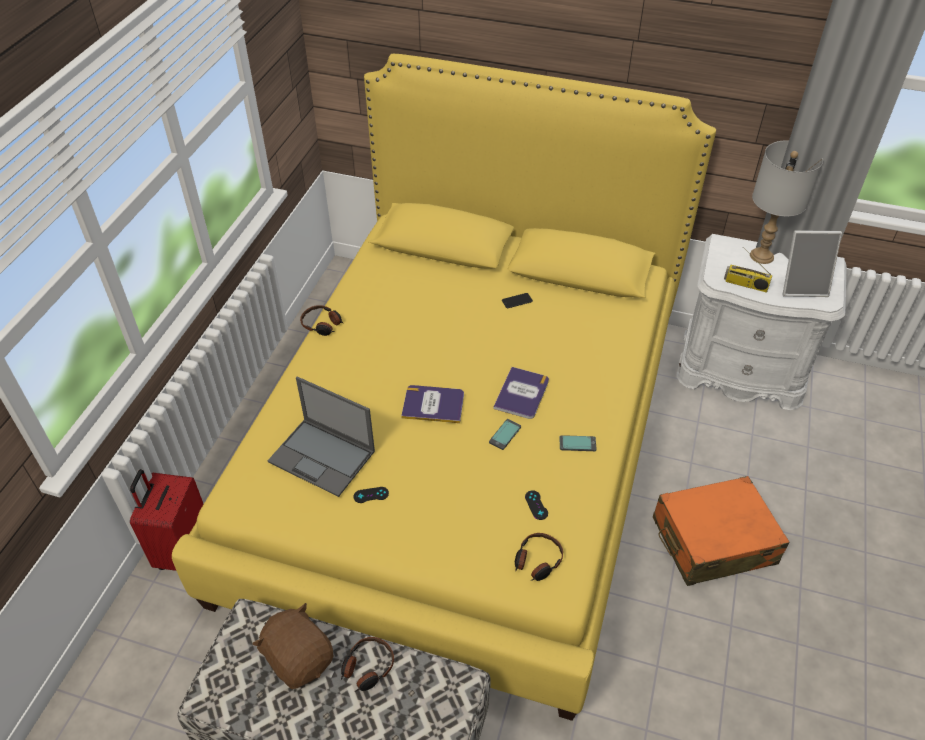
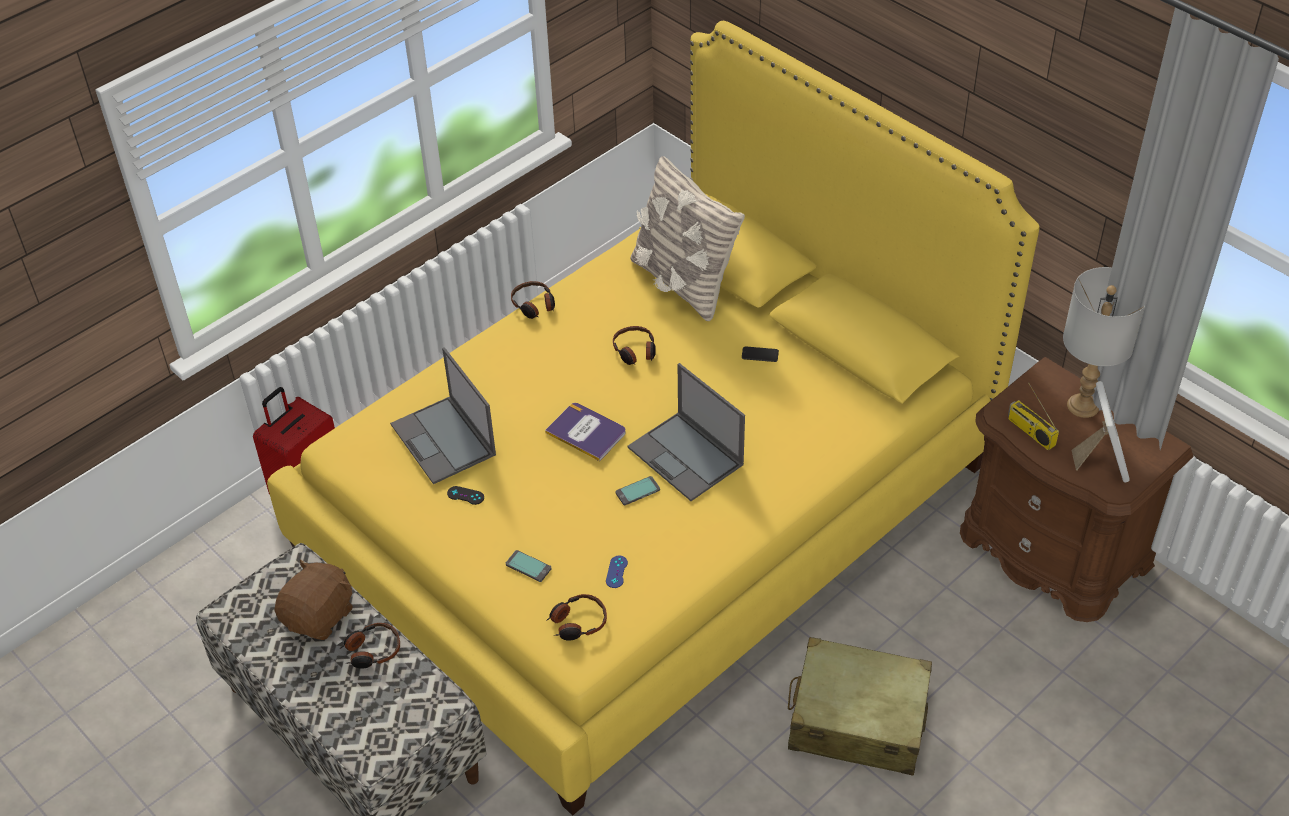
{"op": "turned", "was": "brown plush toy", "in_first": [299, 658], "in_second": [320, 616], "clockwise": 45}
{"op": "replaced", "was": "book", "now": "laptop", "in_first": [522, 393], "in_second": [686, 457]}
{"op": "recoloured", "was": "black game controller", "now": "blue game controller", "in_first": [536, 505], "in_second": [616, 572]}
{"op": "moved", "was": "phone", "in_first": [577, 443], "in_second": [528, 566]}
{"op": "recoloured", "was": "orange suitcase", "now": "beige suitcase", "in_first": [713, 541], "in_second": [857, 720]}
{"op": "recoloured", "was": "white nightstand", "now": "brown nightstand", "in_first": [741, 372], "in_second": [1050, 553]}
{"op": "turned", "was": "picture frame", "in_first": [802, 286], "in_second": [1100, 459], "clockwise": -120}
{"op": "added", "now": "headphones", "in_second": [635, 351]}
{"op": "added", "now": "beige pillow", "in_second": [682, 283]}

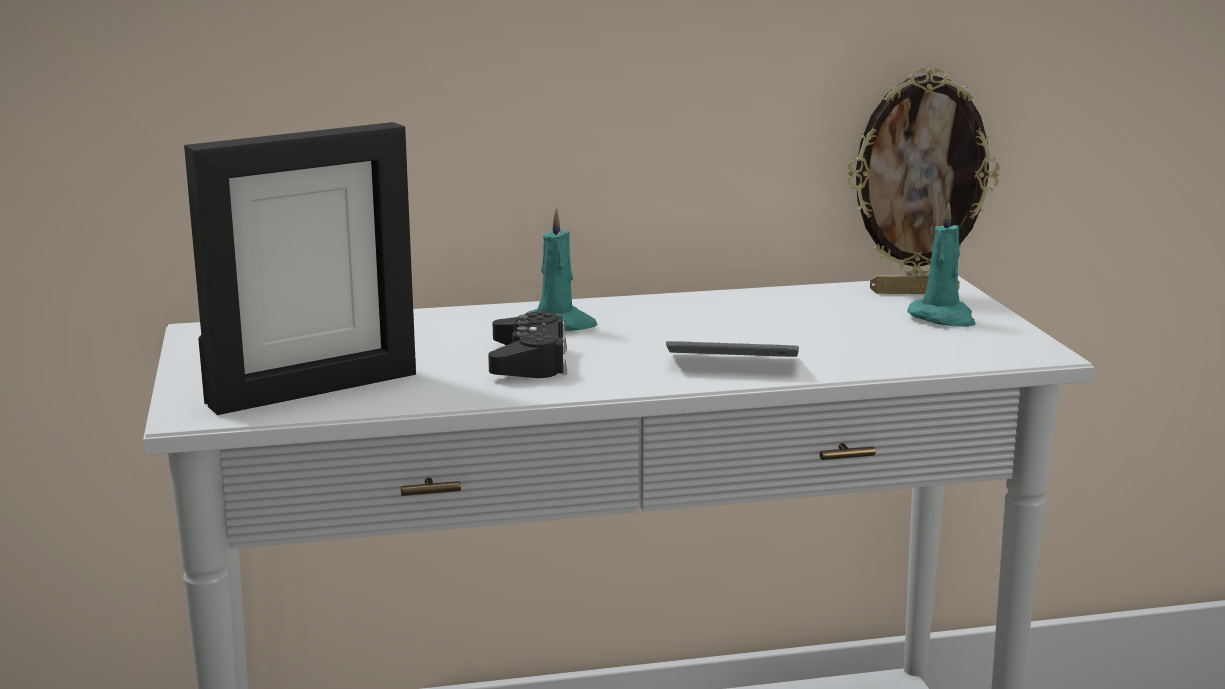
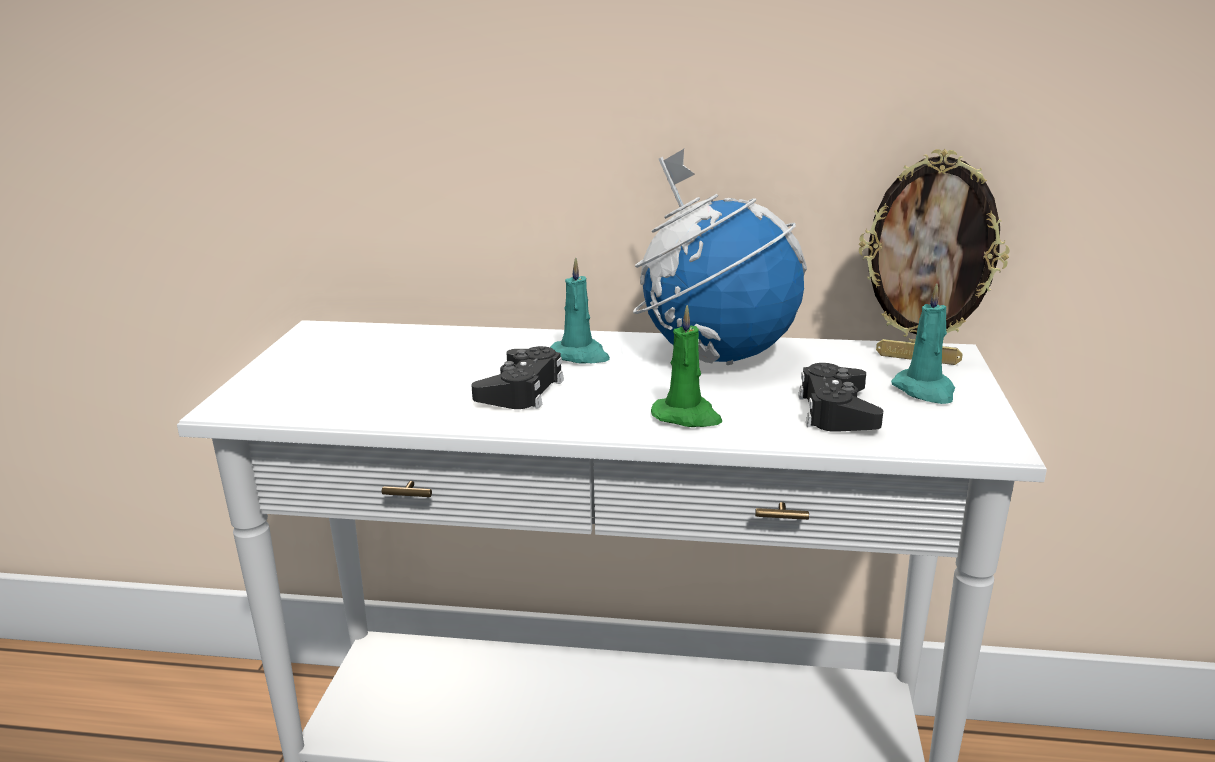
{"op": "removed", "was": "picture frame", "in_first": [312, 388]}
{"op": "replaced", "was": "phone", "now": "green candle", "in_first": [732, 364], "in_second": [687, 416]}
{"op": "added", "now": "globe", "in_second": [716, 355]}
{"op": "added", "now": "black game controller", "in_second": [837, 411]}

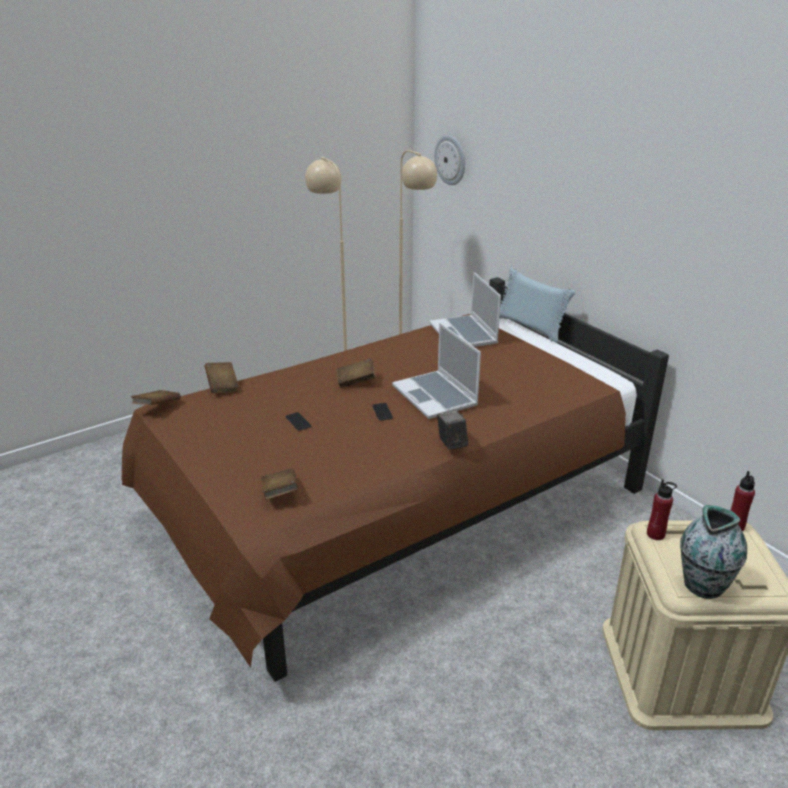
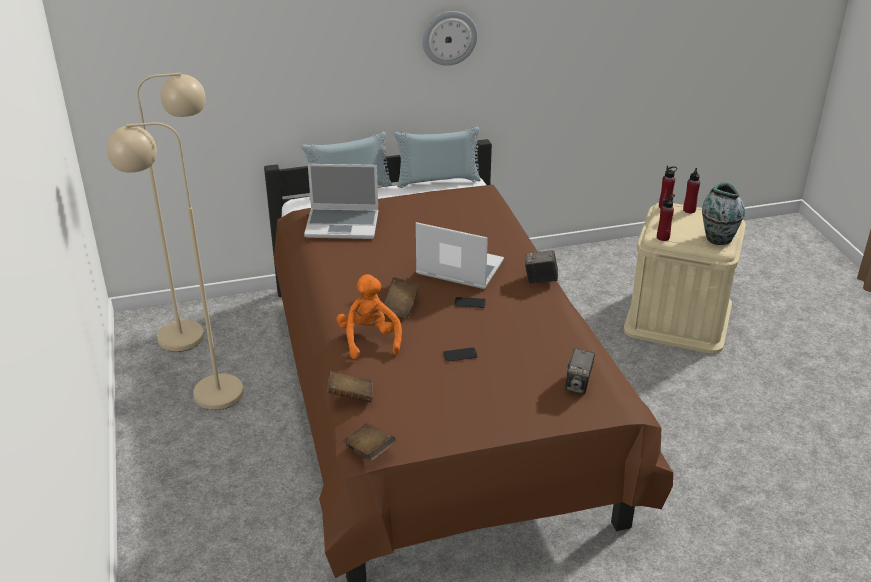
{"op": "replaced", "was": "brown book", "now": "photo camera", "in_first": [280, 493], "in_second": [578, 384]}
{"op": "turned", "was": "laptop", "in_first": [436, 396], "in_second": [458, 268], "clockwise": -150}
{"op": "moved", "was": "wall clock", "in_first": [450, 160], "in_second": [449, 37]}
{"op": "added", "now": "orange plush toy", "in_second": [369, 339]}
{"op": "added", "now": "blue pillow", "in_second": [438, 180]}
{"op": "added", "now": "red bottle", "in_second": [689, 210]}

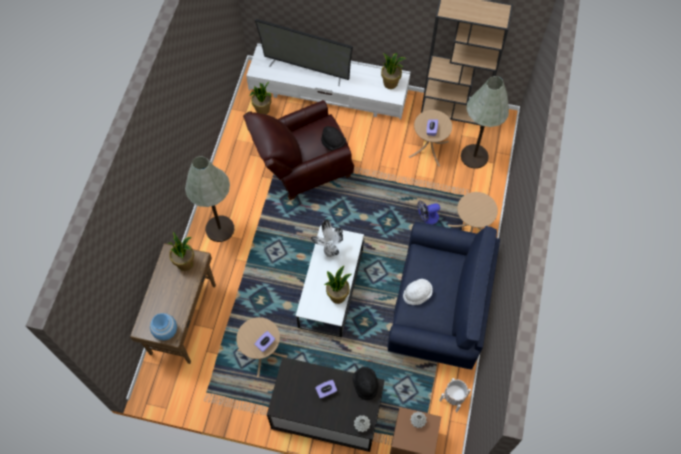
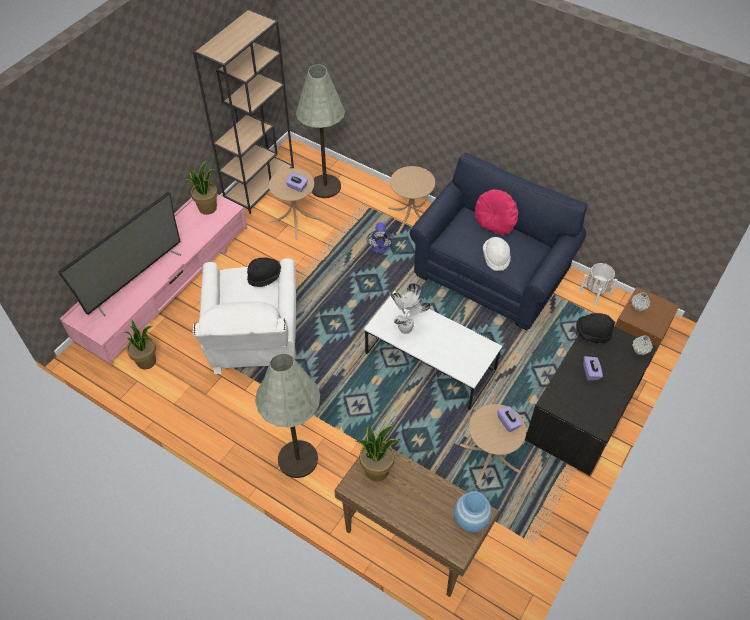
{"op": "recoloured", "was": "brown armchair", "now": "white armchair", "in_first": [302, 167], "in_second": [254, 343]}
{"op": "recoloured", "was": "white tv stand", "now": "pink tv stand", "in_first": [329, 92], "in_second": [164, 285]}
{"op": "removed", "was": "potted plant", "in_first": [337, 295]}
{"op": "added", "now": "pink pillow", "in_second": [494, 226]}

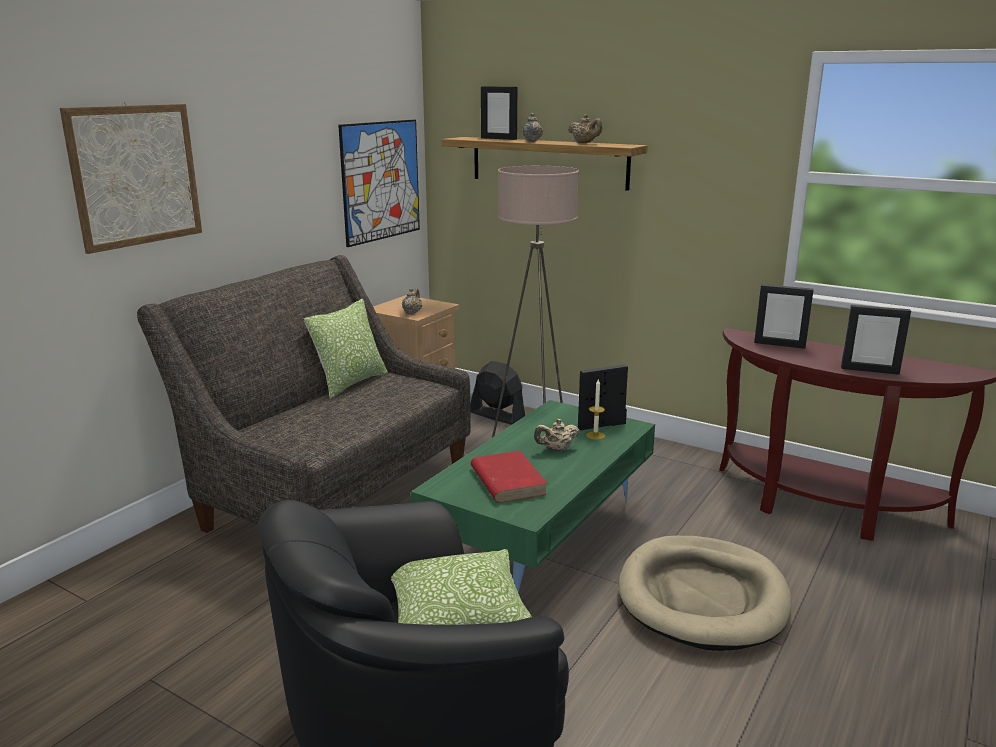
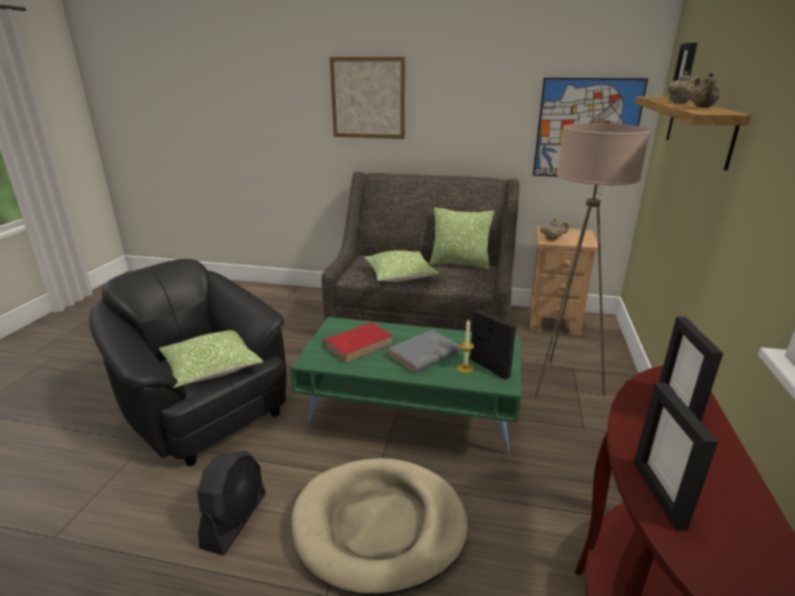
{"op": "moved", "was": "black fan", "in_first": [497, 415], "in_second": [235, 519]}
{"op": "replaced", "was": "beige teapot", "now": "grey book", "in_first": [556, 450], "in_second": [423, 355]}
{"op": "added", "now": "pillow", "in_second": [400, 275]}

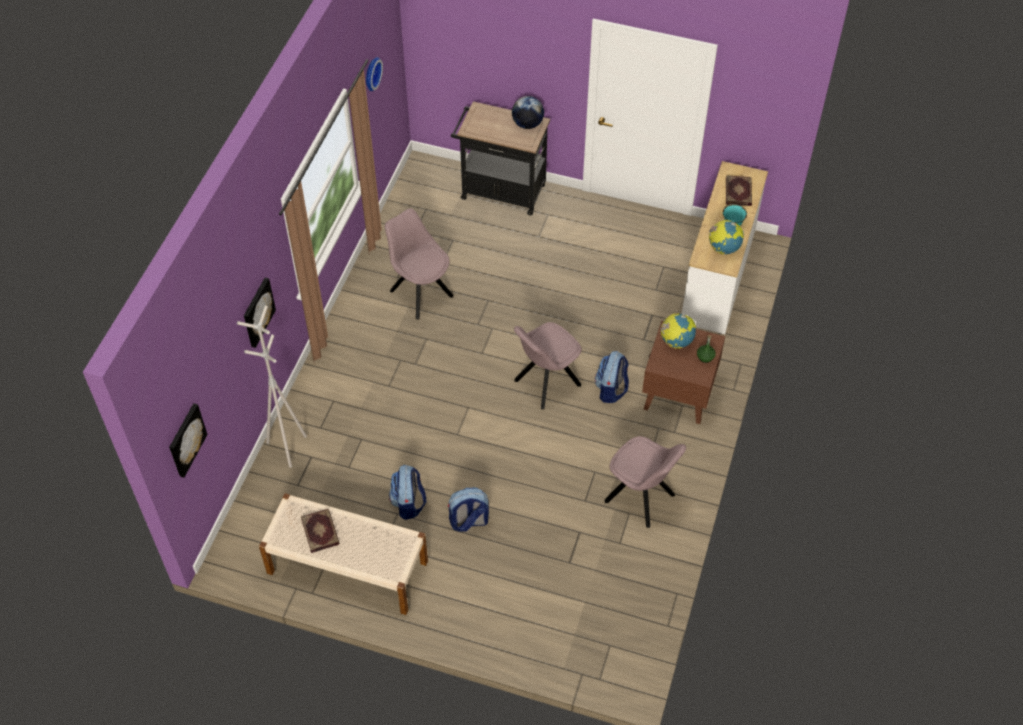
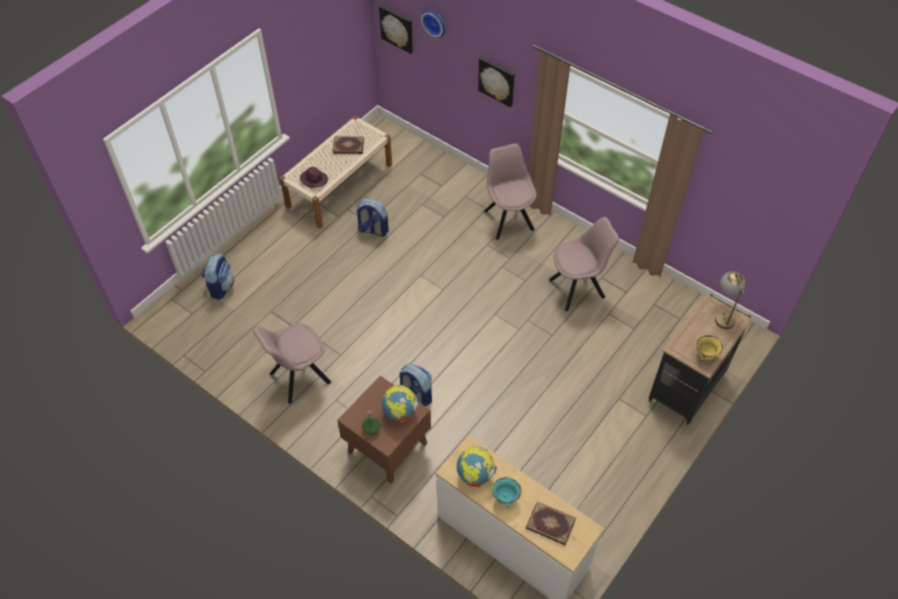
{"op": "removed", "was": "grey clothes rack", "in_first": [288, 448]}
{"op": "moved", "was": "wall clock", "in_first": [371, 73], "in_second": [435, 22]}
{"op": "moved", "was": "backpack", "in_first": [468, 521], "in_second": [221, 287]}
{"op": "replaced", "was": "globe", "now": "yellow bowl", "in_first": [527, 124], "in_second": [705, 355]}
{"op": "moved", "was": "pink chair", "in_first": [546, 382], "in_second": [508, 220]}
{"op": "added", "now": "purple hat", "in_second": [313, 179]}
{"op": "added", "now": "table lamp", "in_second": [722, 315]}

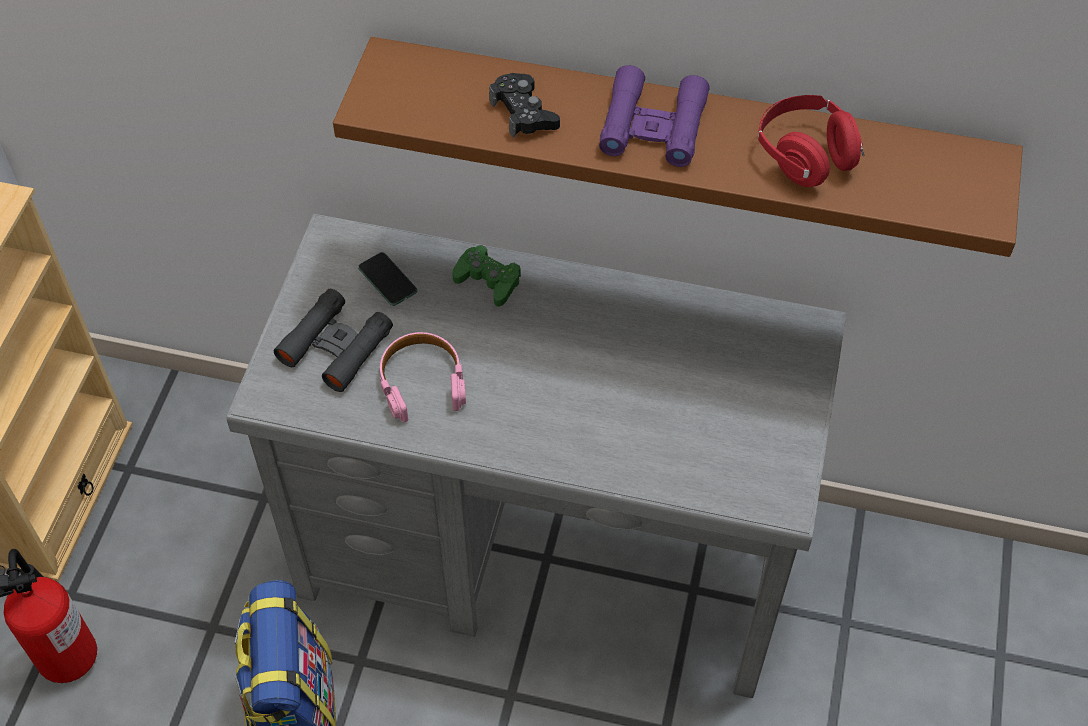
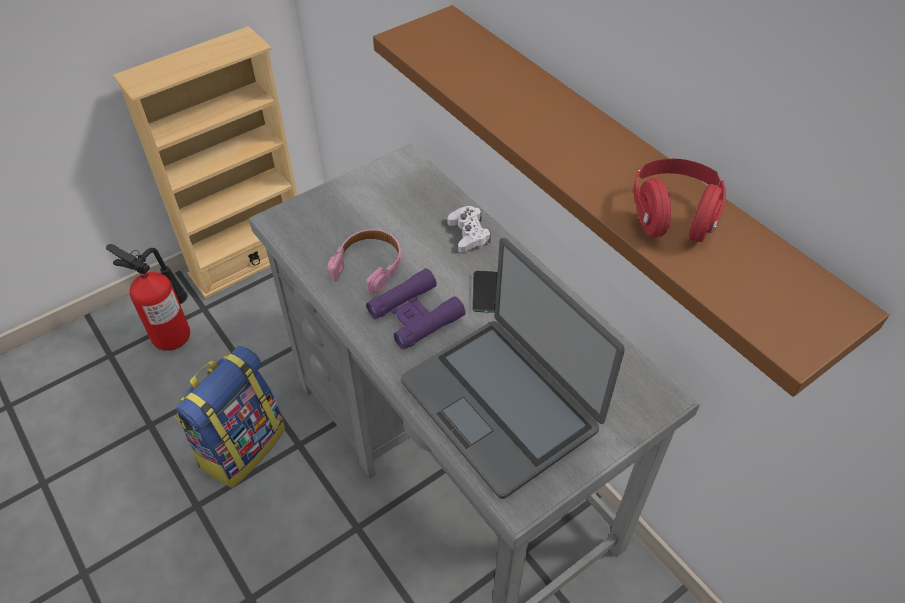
{"op": "removed", "was": "black binoculars", "in_first": [336, 346]}
{"op": "moved", "was": "phone", "in_first": [387, 280], "in_second": [486, 292]}
{"op": "recoloured", "was": "green game controller", "now": "white game controller", "in_first": [488, 280], "in_second": [468, 234]}
{"op": "removed", "was": "black game controller", "in_first": [523, 113]}
{"op": "moved", "was": "purple binoculars", "in_first": [653, 126], "in_second": [415, 315]}
{"op": "added", "now": "laptop", "in_second": [501, 404]}

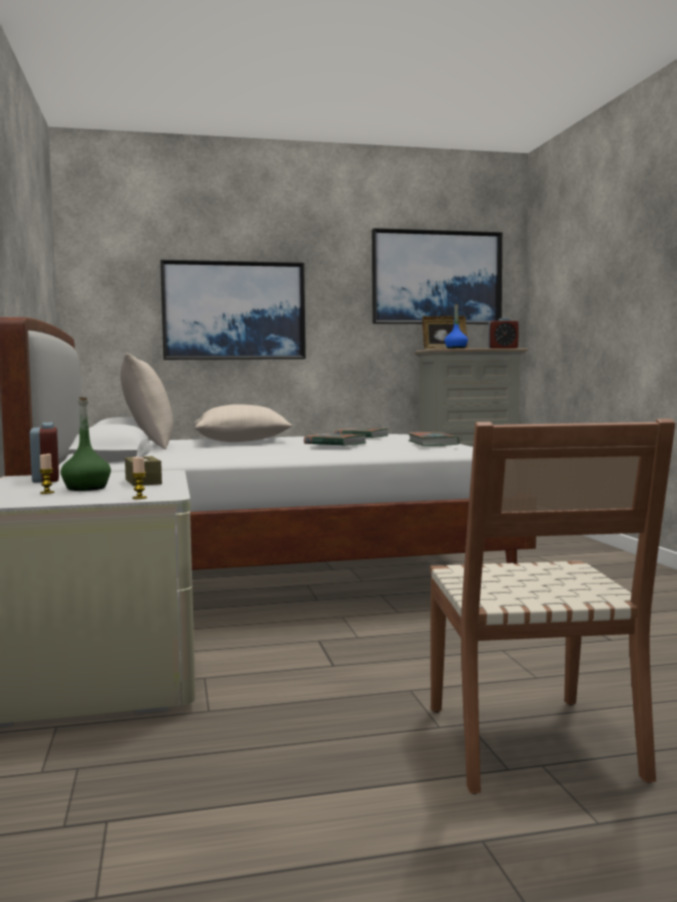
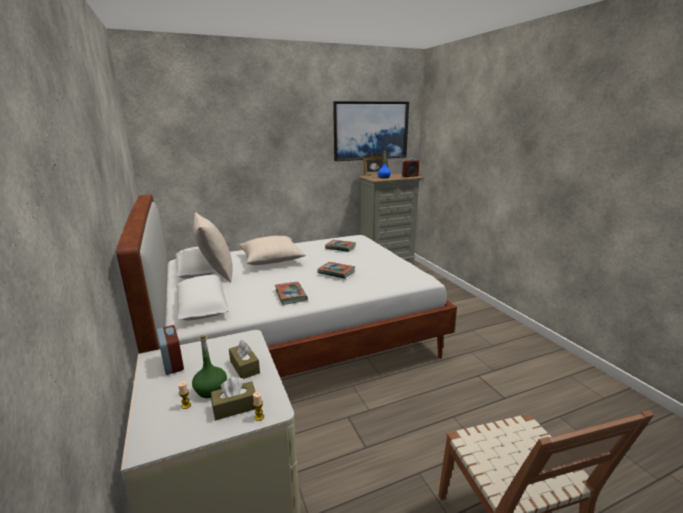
{"op": "removed", "was": "picture", "in_first": [234, 311]}
{"op": "moved", "was": "book", "in_first": [432, 443], "in_second": [291, 295]}
{"op": "added", "now": "brown tissue box", "in_second": [235, 407]}

